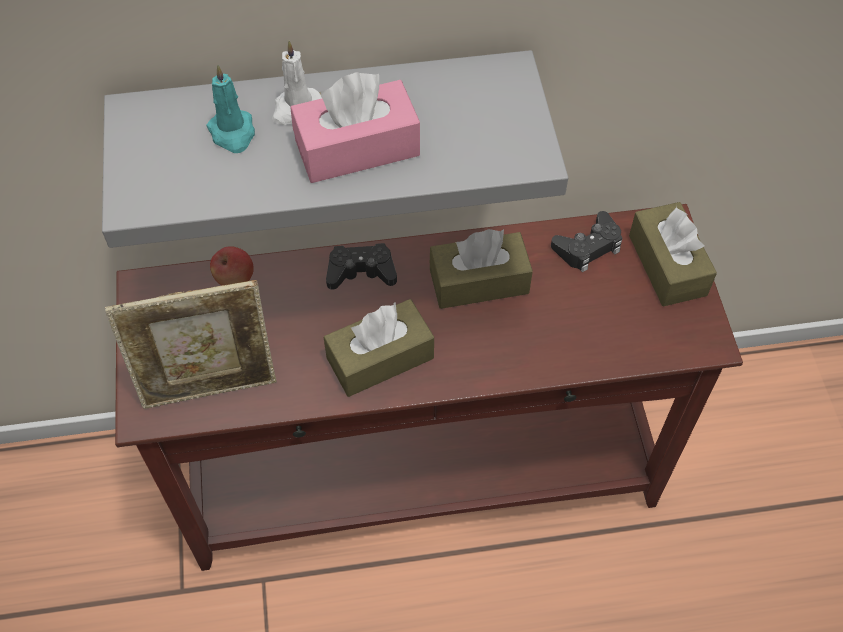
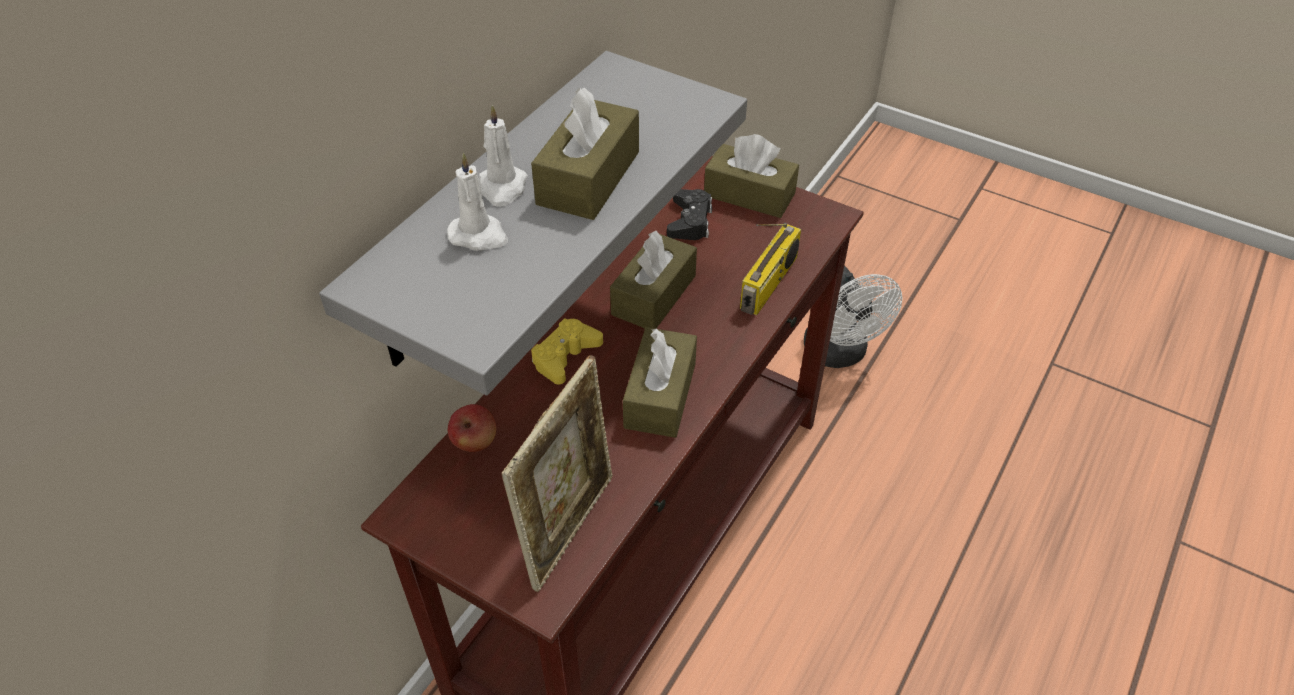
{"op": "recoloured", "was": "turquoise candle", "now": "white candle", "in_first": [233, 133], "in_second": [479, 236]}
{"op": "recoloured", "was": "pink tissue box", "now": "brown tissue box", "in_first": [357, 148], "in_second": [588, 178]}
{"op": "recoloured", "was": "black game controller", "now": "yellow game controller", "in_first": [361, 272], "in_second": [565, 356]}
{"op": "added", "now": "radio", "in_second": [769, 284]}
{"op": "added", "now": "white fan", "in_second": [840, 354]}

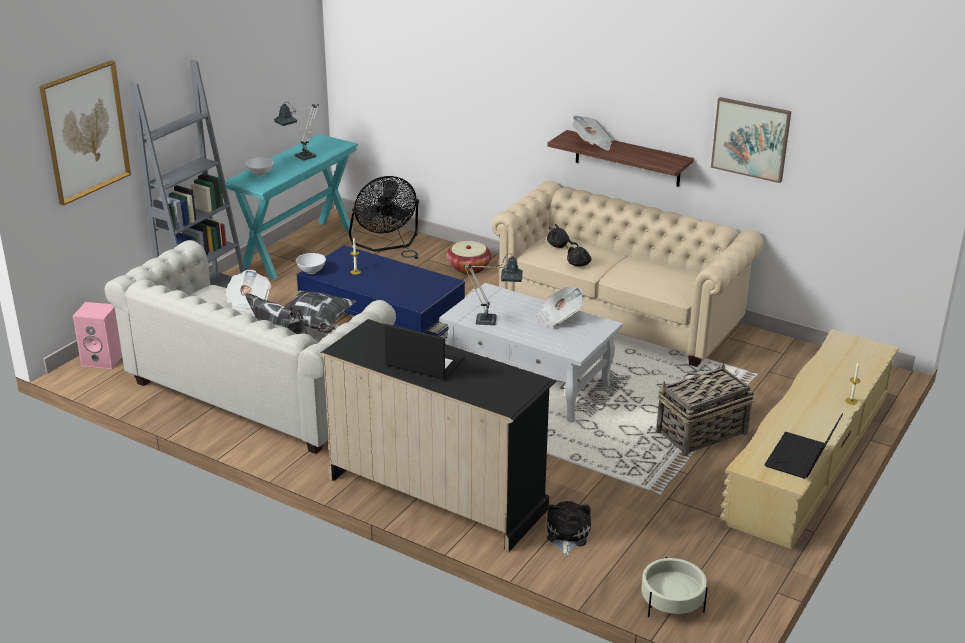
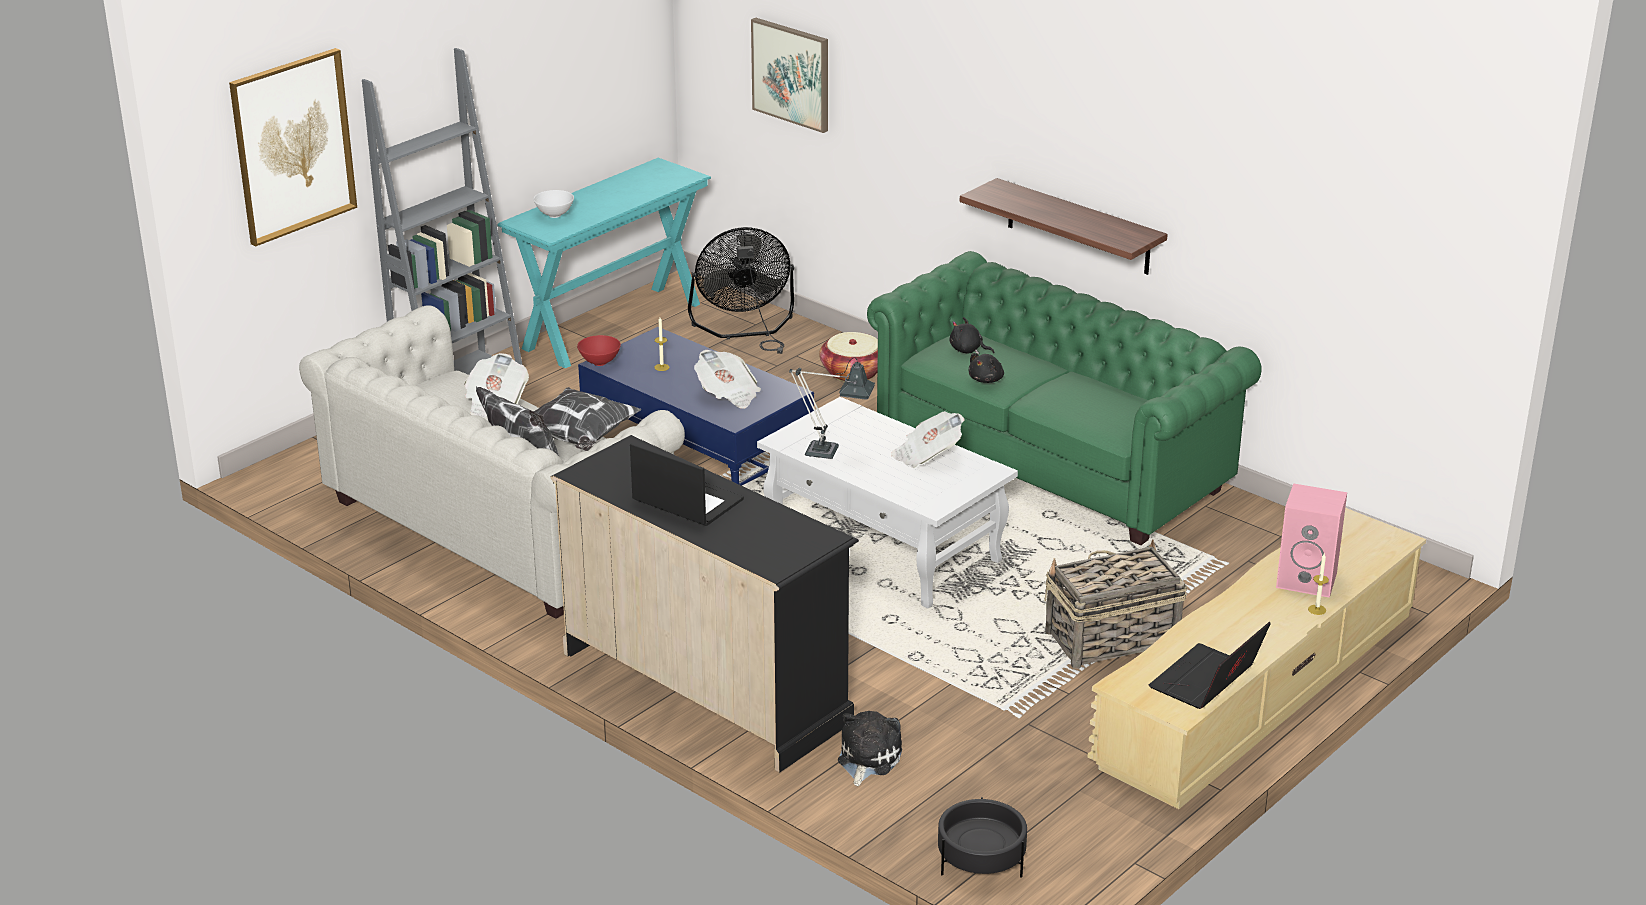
{"op": "moved", "was": "pink speaker", "in_first": [104, 359], "in_second": [1308, 580]}
{"op": "removed", "was": "table lamp", "in_first": [301, 158]}
{"op": "recoloured", "was": "white bowl", "now": "red bowl", "in_first": [311, 272], "in_second": [599, 362]}
{"op": "recoloured", "was": "beige sofa", "now": "green sofa", "in_first": [619, 318], "in_second": [1051, 465]}
{"op": "moved", "was": "newspaper", "in_first": [592, 144], "in_second": [728, 395]}
{"op": "recoloured", "was": "beige planter", "now": "black planter", "in_first": [672, 603], "in_second": [981, 861]}
{"op": "moved", "was": "picture", "in_first": [751, 139], "in_second": [791, 74]}

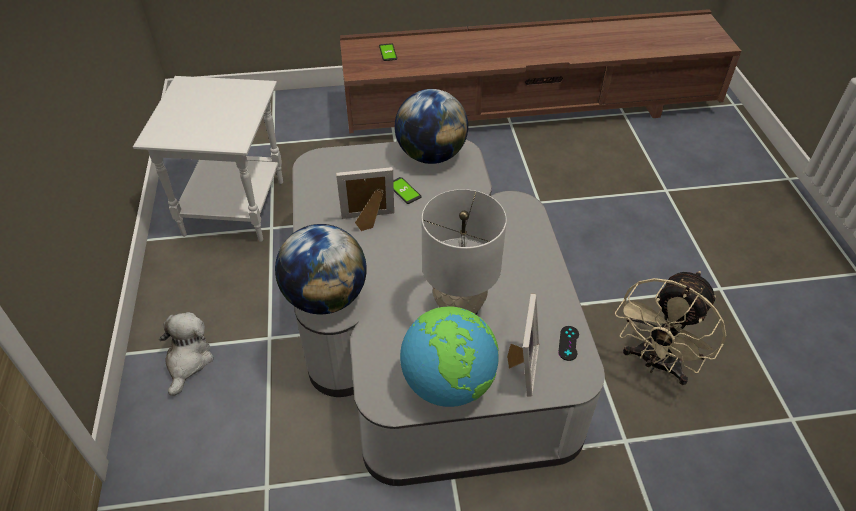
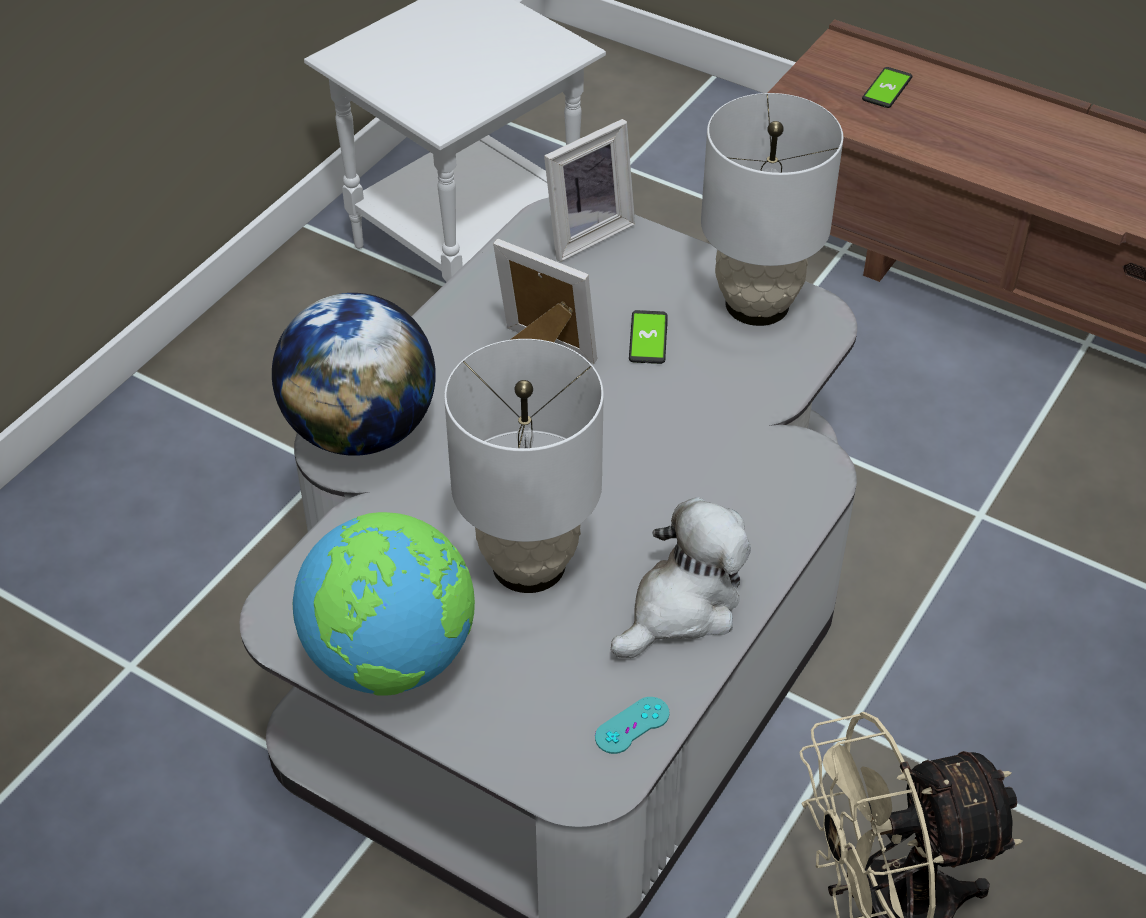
{"op": "moved", "was": "plush toy", "in_first": [188, 361], "in_second": [682, 606]}
{"op": "replaced", "was": "globe", "now": "white table lamp", "in_first": [431, 155], "in_second": [757, 304]}
{"op": "moved", "was": "picture frame", "in_first": [520, 367], "in_second": [584, 233]}
{"op": "recoloured", "was": "black game controller", "now": "turquoise game controller", "in_first": [568, 343], "in_second": [632, 725]}

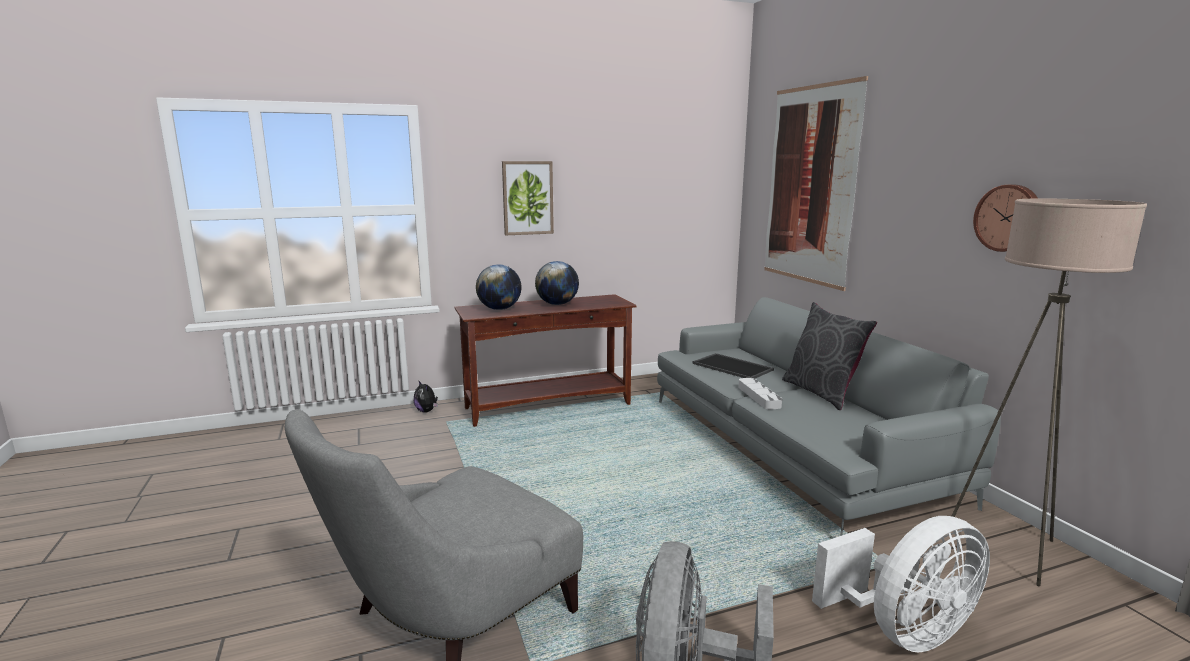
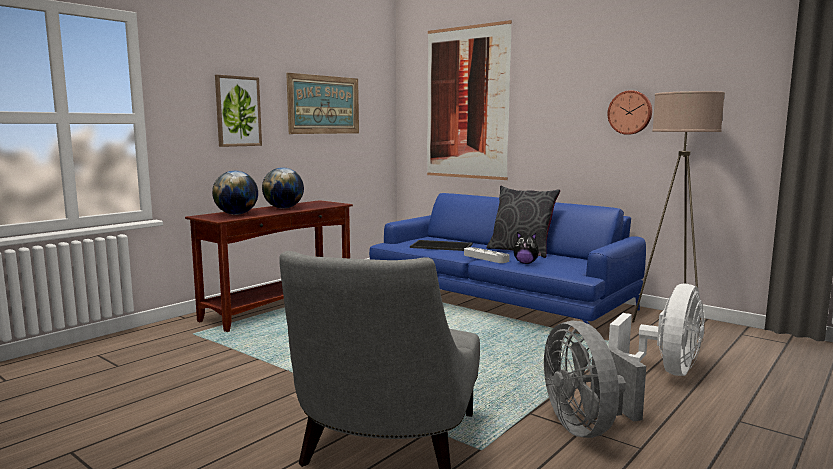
{"op": "moved", "was": "plush toy", "in_first": [427, 411], "in_second": [526, 263]}
{"op": "recoloured", "was": "grey sofa", "now": "blue sofa", "in_first": [794, 446], "in_second": [500, 299]}
{"op": "added", "now": "picture", "in_second": [324, 105]}

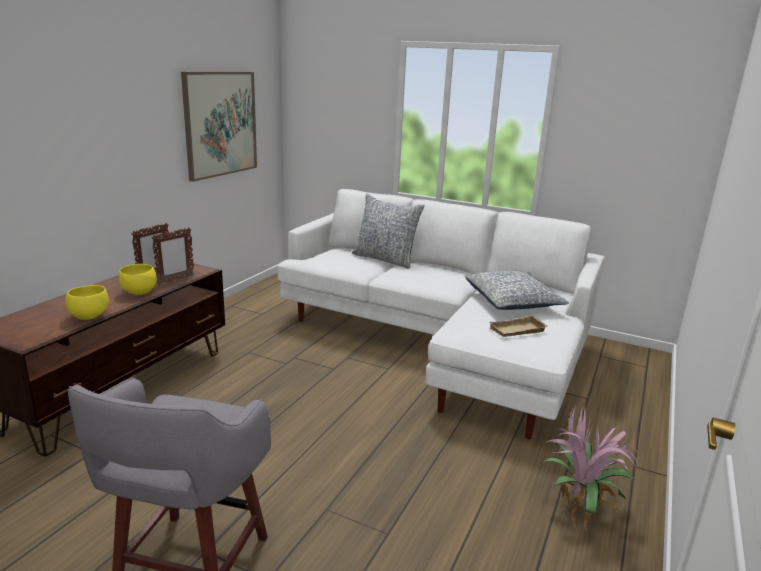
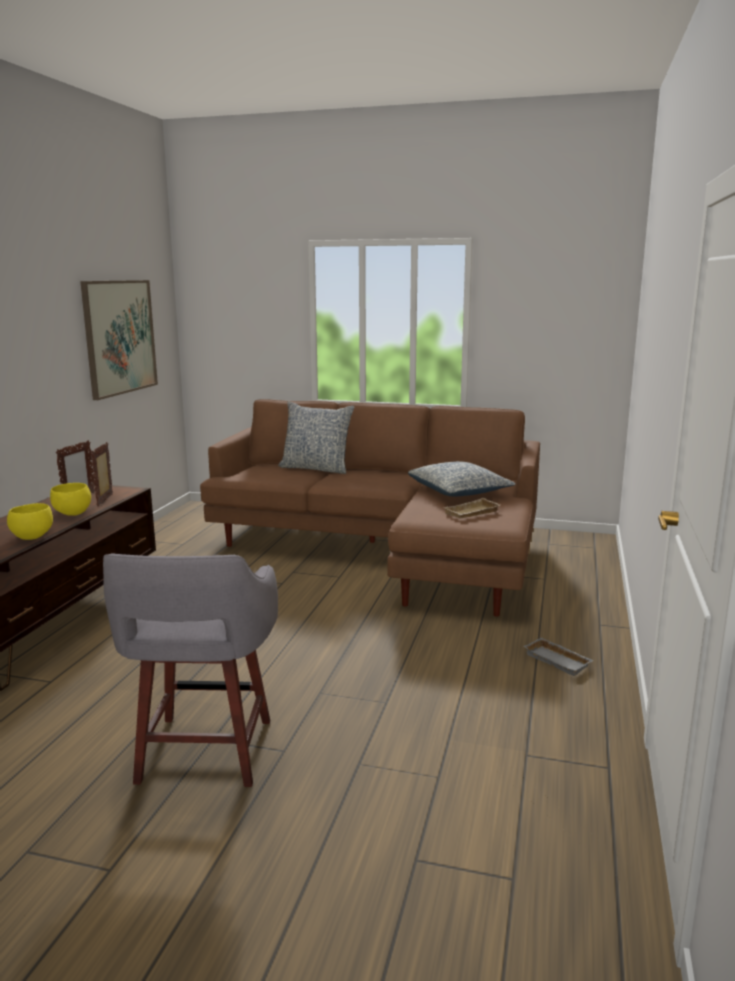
{"op": "turned", "was": "picture frame", "in_first": [175, 280], "in_second": [105, 500], "clockwise": 150}
{"op": "recoloured", "was": "white sofa", "now": "brown sofa", "in_first": [441, 344], "in_second": [387, 550]}
{"op": "replaced", "was": "potted plant", "now": "grey tray", "in_first": [581, 508], "in_second": [559, 660]}

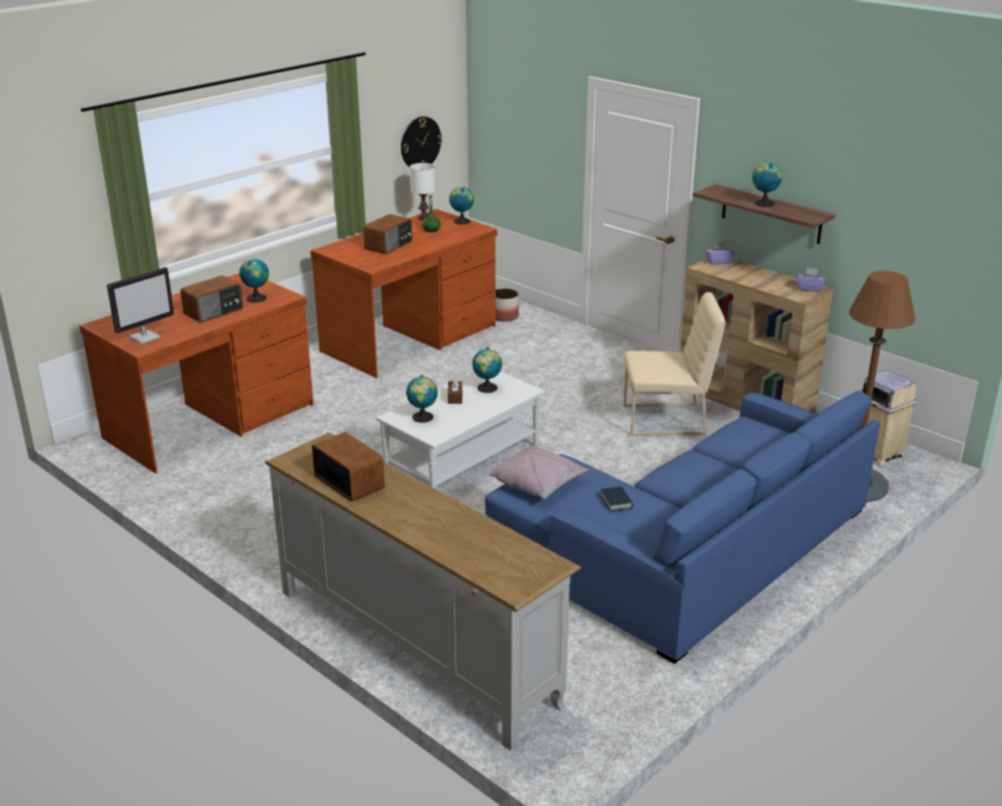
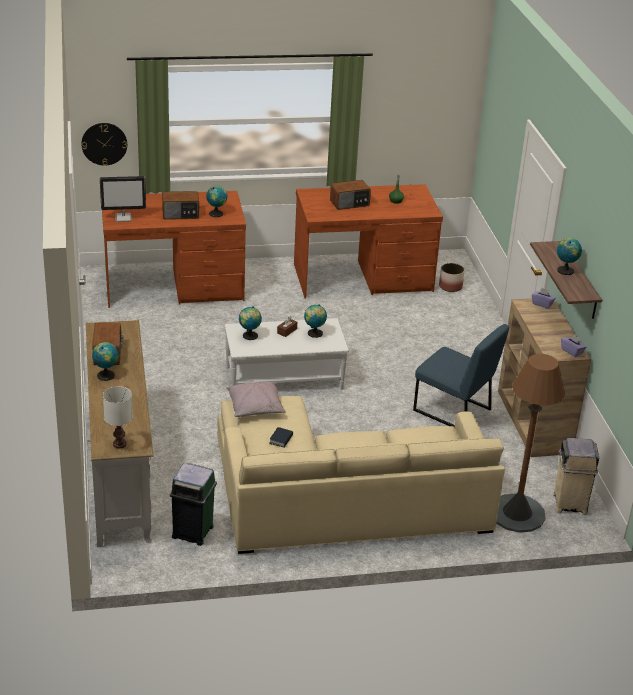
{"op": "moved", "was": "wall clock", "in_first": [420, 143], "in_second": [104, 143]}
{"op": "moved", "was": "white table lamp", "in_first": [424, 218], "in_second": [120, 444]}
{"op": "moved", "was": "globe", "in_first": [461, 221], "in_second": [106, 375]}
{"op": "recoloured", "was": "blue sofa", "now": "beige sofa", "in_first": [685, 550], "in_second": [339, 497]}
{"op": "recoloured", "was": "beige chair", "now": "blue chair", "in_first": [667, 420], "in_second": [454, 411]}
{"op": "added", "now": "green trash can", "in_second": [193, 532]}

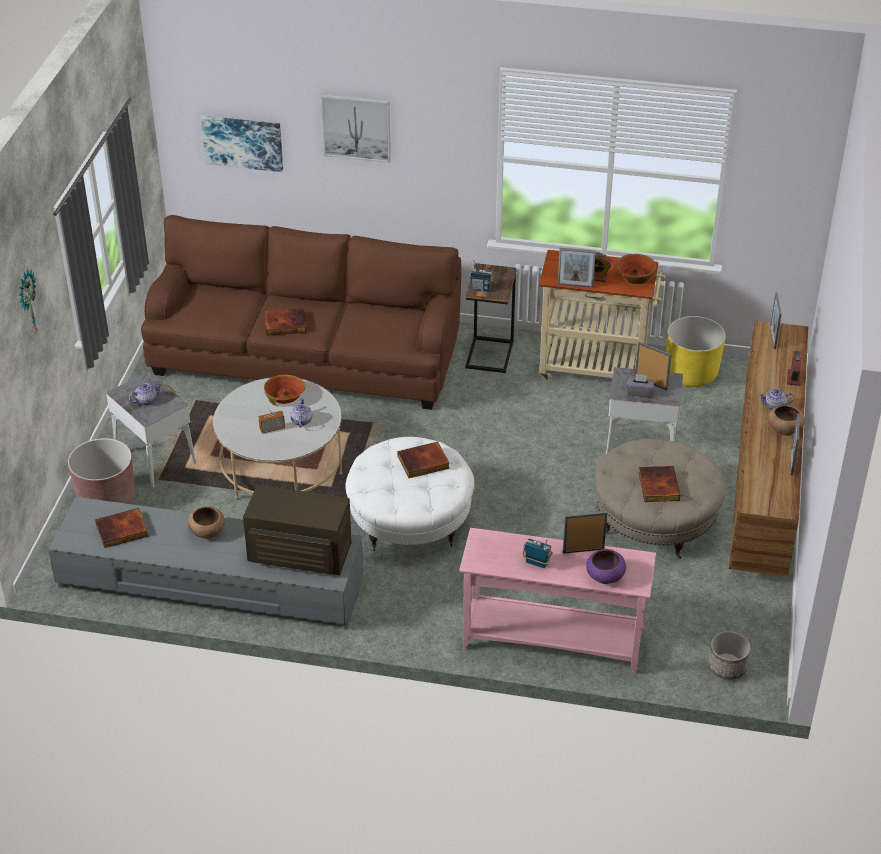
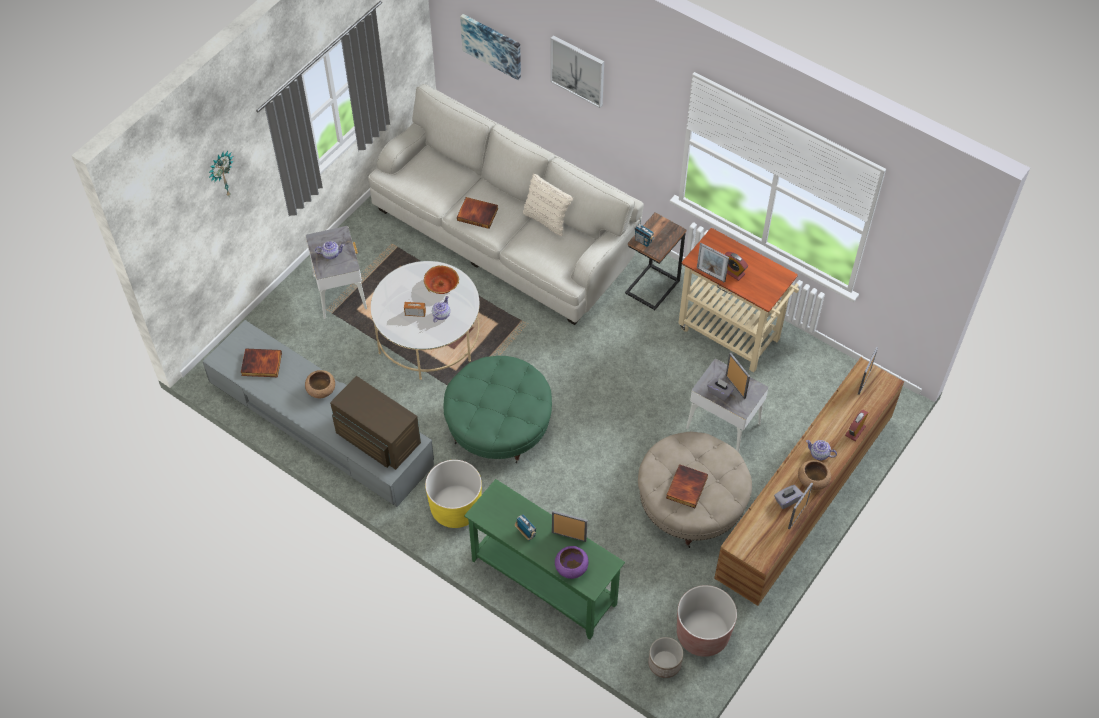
{"op": "moved", "was": "brown planter", "in_first": [106, 500], "in_second": [702, 634]}
{"op": "recoloured", "was": "brown sofa", "now": "white sofa", "in_first": [306, 357], "in_second": [504, 235]}
{"op": "recoloured", "was": "white ottoman", "now": "green ottoman", "in_first": [410, 520], "in_second": [498, 425]}
{"op": "removed", "was": "book", "in_first": [423, 463]}
{"op": "recoloured", "was": "pink console table", "now": "green console table", "in_first": [552, 641], "in_second": [543, 582]}
{"op": "removed", "was": "bowl", "in_first": [635, 275]}
{"op": "moved", "was": "yellow planter", "in_first": [691, 373], "in_second": [456, 508]}
{"op": "added", "now": "beige pillow", "in_second": [547, 220]}
{"op": "added", "now": "grey tissue box", "in_second": [787, 500]}

